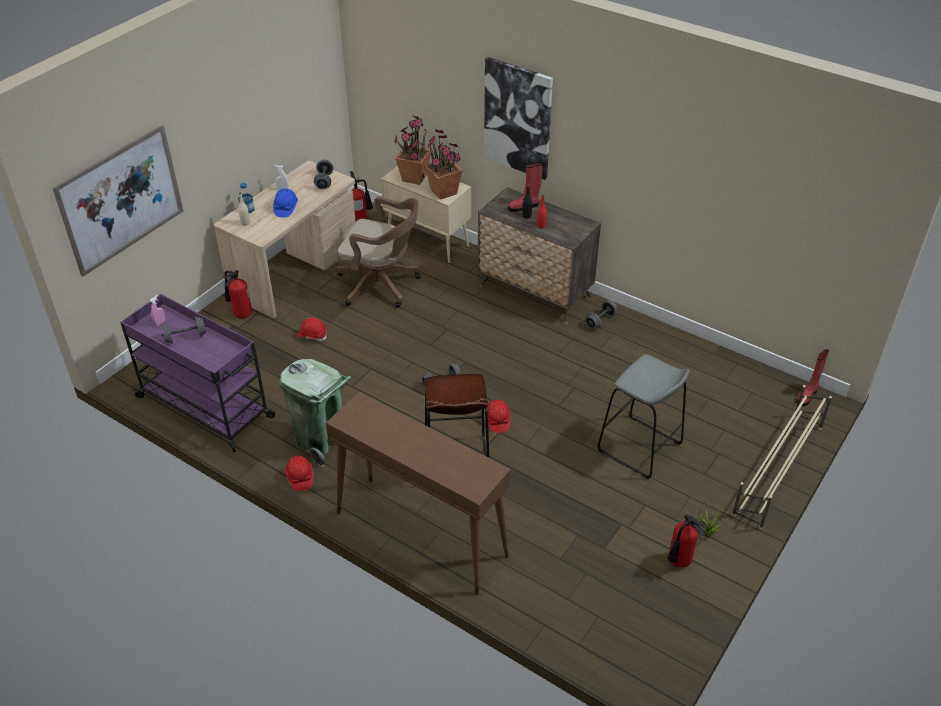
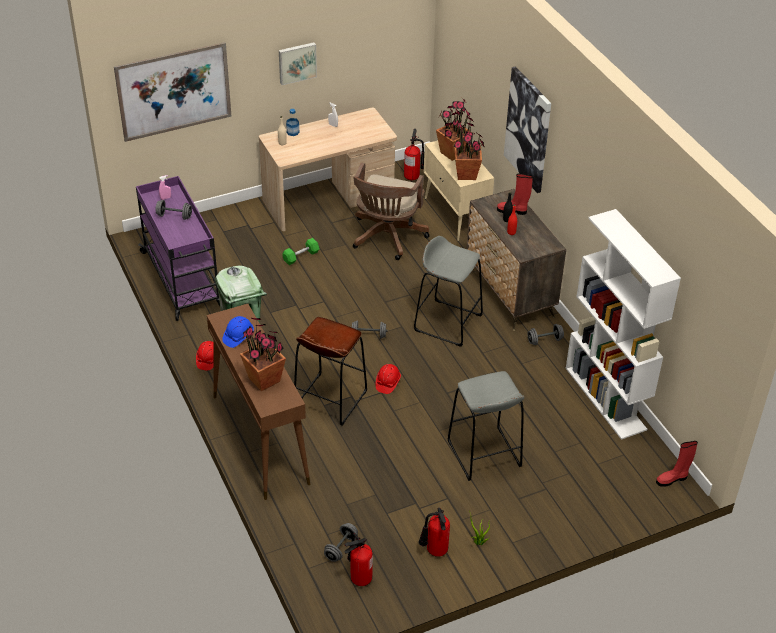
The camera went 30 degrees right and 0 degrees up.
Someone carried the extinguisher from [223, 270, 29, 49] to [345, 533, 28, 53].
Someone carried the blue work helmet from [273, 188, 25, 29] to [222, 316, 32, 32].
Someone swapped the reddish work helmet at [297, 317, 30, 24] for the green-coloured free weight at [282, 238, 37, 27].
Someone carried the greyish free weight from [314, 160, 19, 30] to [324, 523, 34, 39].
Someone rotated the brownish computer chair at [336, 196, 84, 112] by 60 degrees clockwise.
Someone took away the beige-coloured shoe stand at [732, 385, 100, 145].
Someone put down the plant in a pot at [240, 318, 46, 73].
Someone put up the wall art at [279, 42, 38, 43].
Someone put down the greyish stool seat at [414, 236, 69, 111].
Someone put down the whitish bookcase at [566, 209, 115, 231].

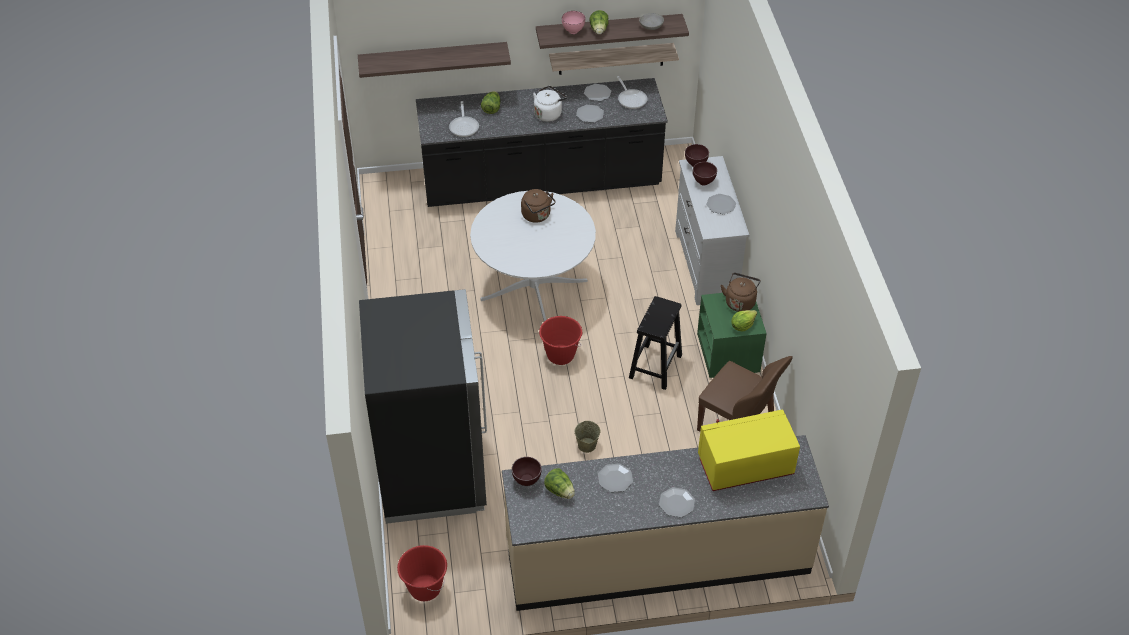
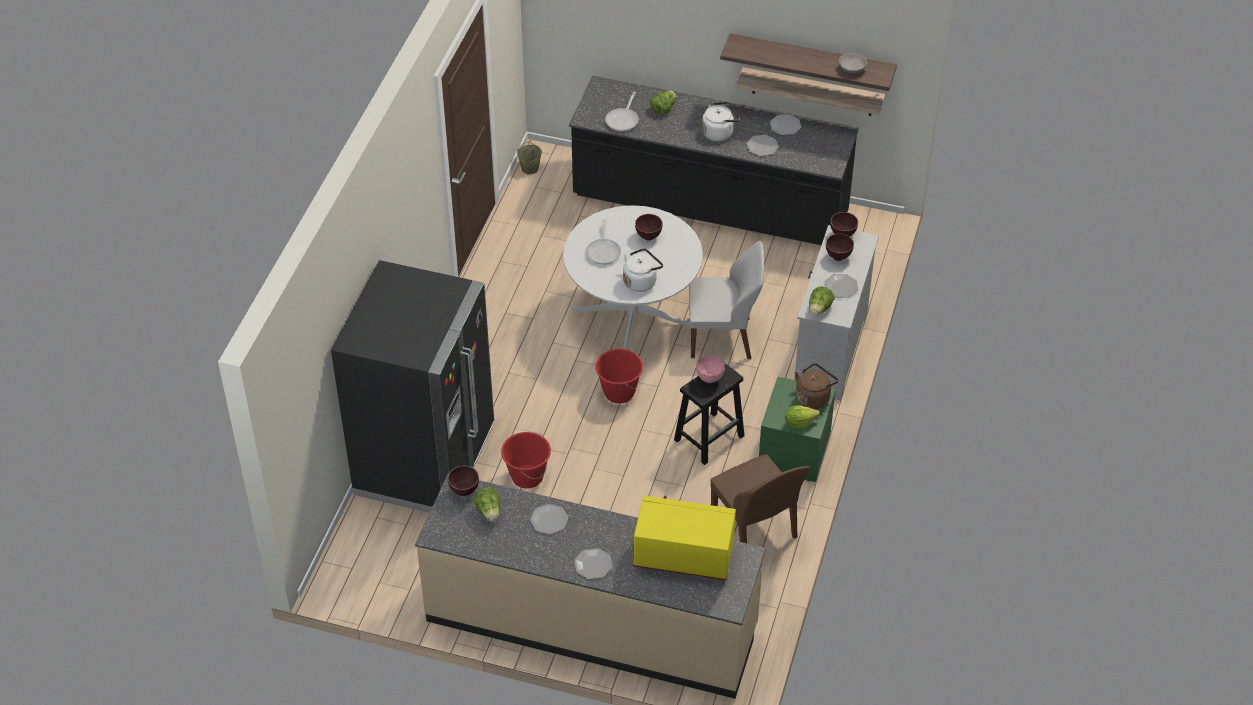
The camera went 25 degrees right and 0 degrees up.
Someone took away the shelf at [358, 42, 153, 36].
Someone carried the reddish water bucket from [397, 545, 50, 56] to [501, 432, 50, 57].
Someone swapped the brownish kettle at [521, 189, 35, 34] for the brownish serving bowl at [635, 214, 28, 27].
Someone carried the pink-coloured serving bowl from [562, 11, 23, 23] to [696, 355, 29, 28].
Someone carried the beige-coloured water bucket from [575, 421, 25, 32] to [517, 142, 25, 33].
Someone carried the lettuce from [589, 10, 19, 24] to [809, 286, 26, 30].
Someone carried the frying pan from [617, 76, 31, 33] to [586, 219, 35, 46].
Someone put down the whitish kettle at [623, 248, 40, 44].
Someone put down the whitish plain chair at [689, 241, 75, 118].

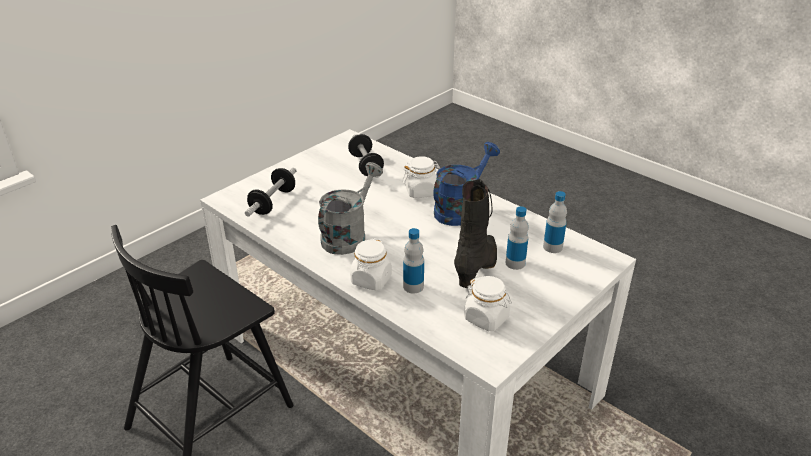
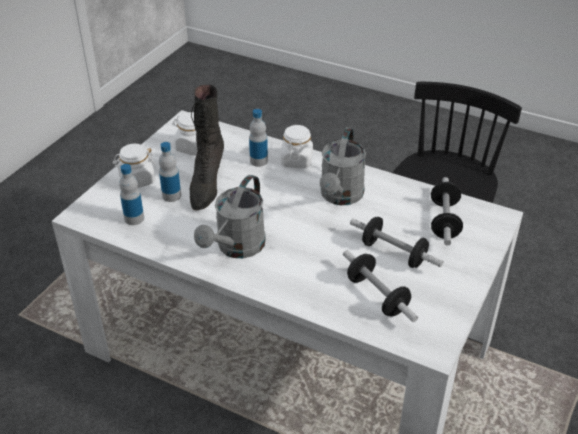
The camera went 165 degrees right and 5 degrees up.
Someone carried the whitish preserve jar from [402, 156, 38, 42] to [113, 144, 43, 44].
Someone repainted the blue watering can at [433, 142, 67, 84], which became the greyish watering can at [194, 175, 72, 83].
Someone put down the free weight at [350, 217, 94, 51].

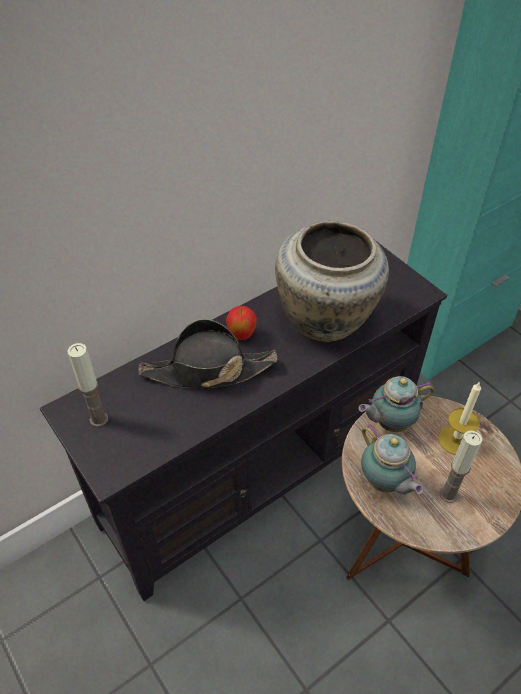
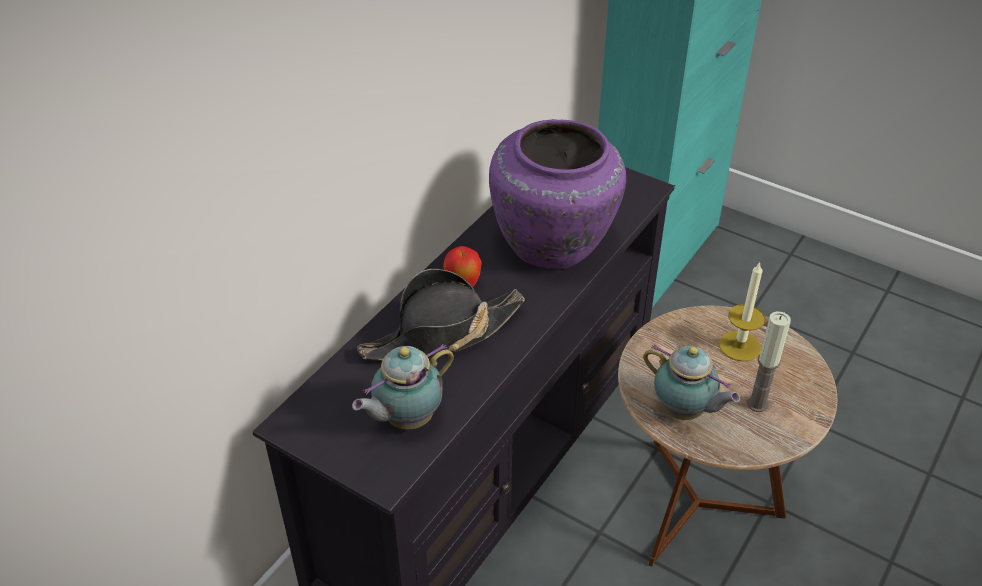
The camera went 20 degrees left and 5 degrees down.
Someone took away the candle at [67, 343, 41, 84].
Someone repainted the beige-coloured vase at [275, 221, 114, 121], which became the purple-coloured vase at [489, 119, 137, 150].
Someone carried the tea pot from [358, 376, 76, 56] to [352, 344, 102, 85].

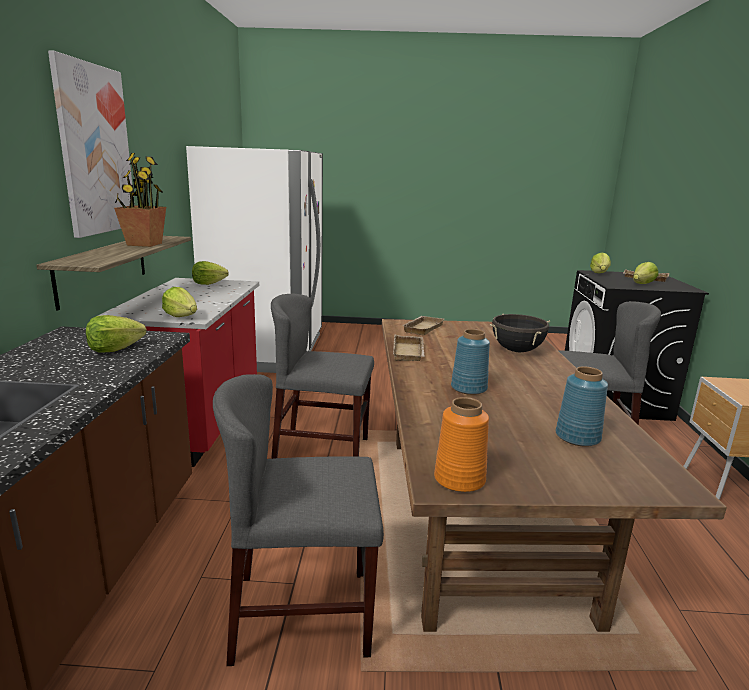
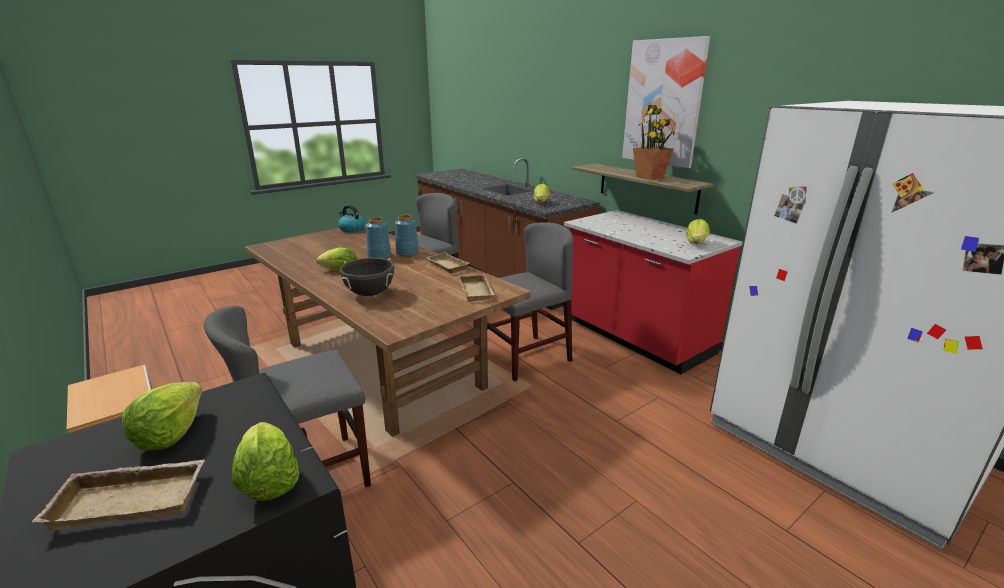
The camera went 140 degrees right and 5 degrees up.
Someone carried the lettuce from [162, 287, 35, 30] to [316, 247, 41, 24].
Someone swapped the orange vase at [434, 397, 55, 95] for the kettle at [338, 205, 27, 27].
Someone carried the blue vase from [556, 366, 52, 81] to [395, 215, 24, 42].

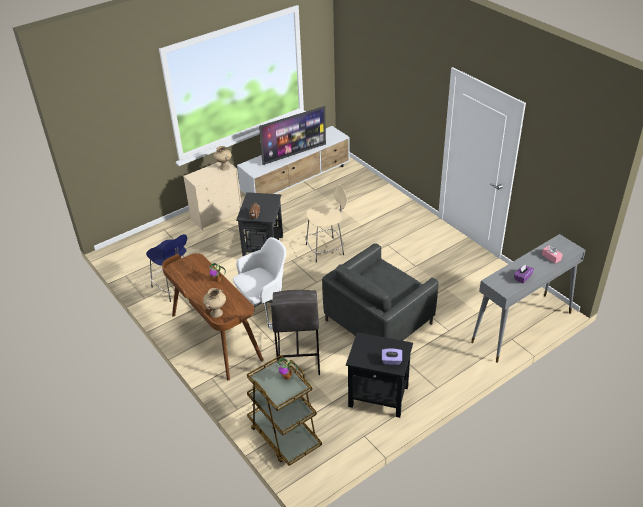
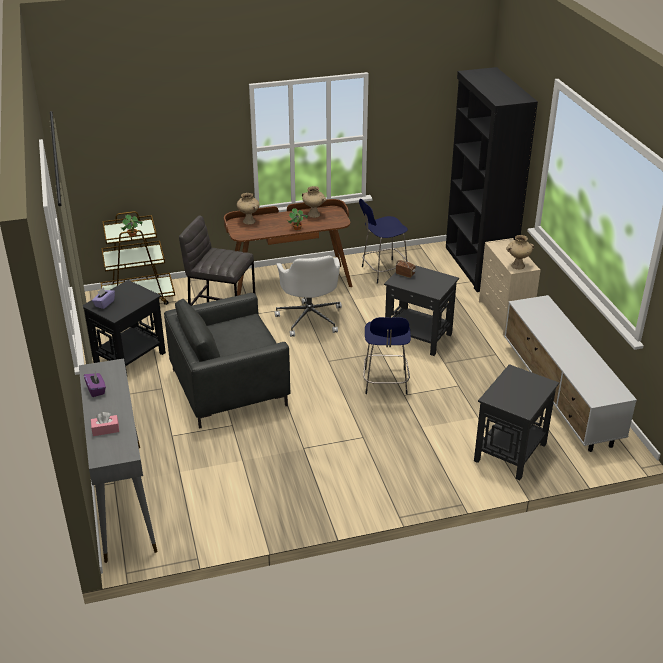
The camera went 110 degrees right and 5 degrees down.
Someone took away the TV at [259, 106, 67, 59].
Someone repainted the beige-coloured stool seat at [305, 184, 42, 79], which became the blue stool seat at [363, 317, 48, 78].
Someone rotated the greyish easy chair at [322, 243, 117, 98] by 90 degrees counterclockwise.
Someone put down the beige-coloured vase at [302, 186, 24, 32].
Someone put down the black bookcase at [446, 67, 92, 225].
Someone put down the black end table at [474, 364, 85, 116].

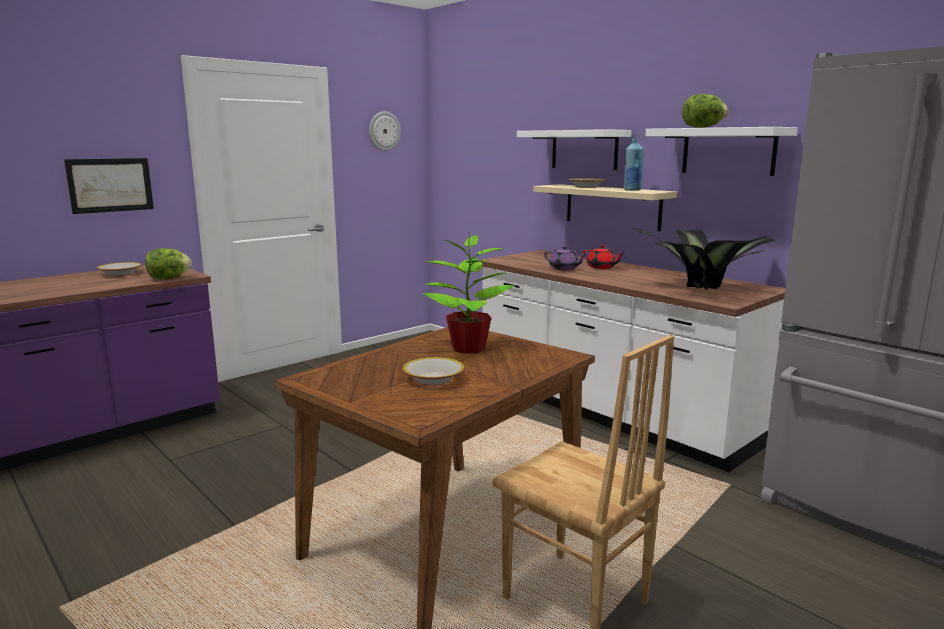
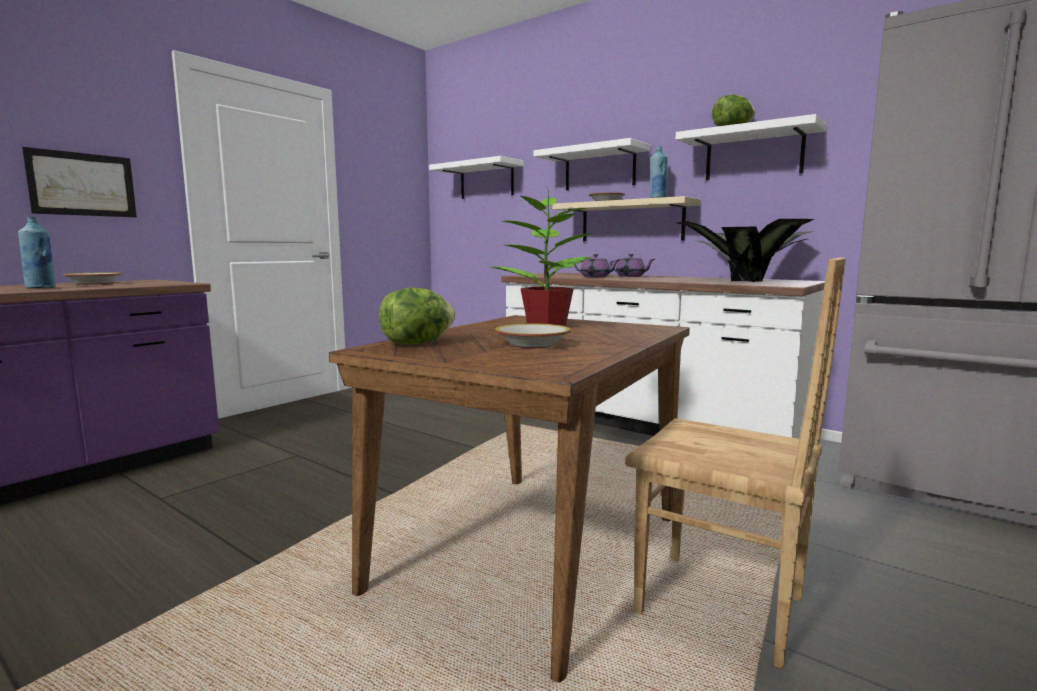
The camera went 10 degrees left and 5 degrees down.
Someone carried the lettuce from [145, 248, 47, 31] to [379, 287, 76, 58].
Someone took away the hanging clock at [369, 111, 32, 40].
Someone repainted the reddish tea pot at [583, 245, 42, 24], which became the purple-coloured tea pot at [610, 254, 45, 23].
Someone put down the blue beverage bottle at [18, 217, 38, 72].
Someone put up the whitish shelf at [429, 156, 95, 43].

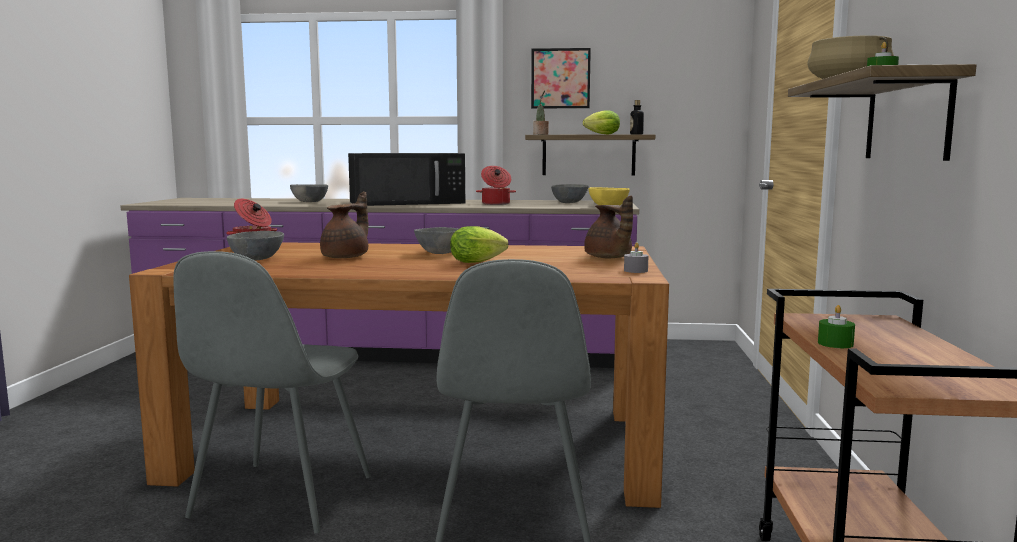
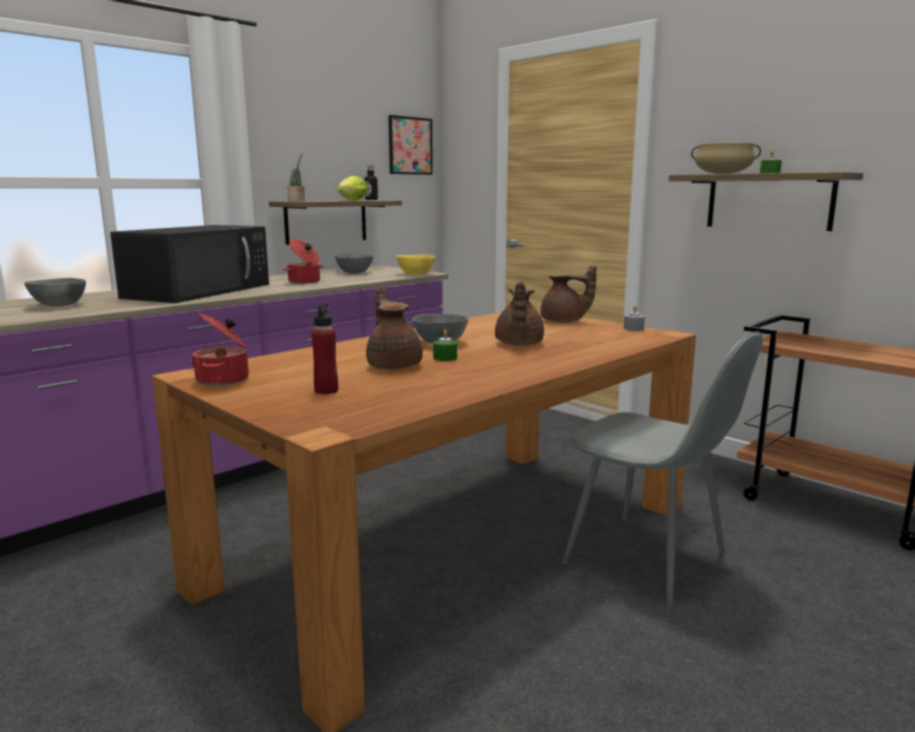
The camera went 50 degrees left and 5 degrees up.
Someone took away the greyish plain chair at [173, 251, 198, 283].
Someone swapped the greyish serving bowl at [227, 231, 57, 30] for the reddish beverage bottle at [311, 303, 27, 91].
Someone swapped the lettuce at [450, 226, 59, 37] for the brownish tea pot at [495, 282, 49, 63].
Someone carried the wall art from [531, 48, 60, 61] to [388, 115, 45, 60].
Someone carried the green-coloured candle from [818, 305, 37, 43] to [433, 330, 24, 31].

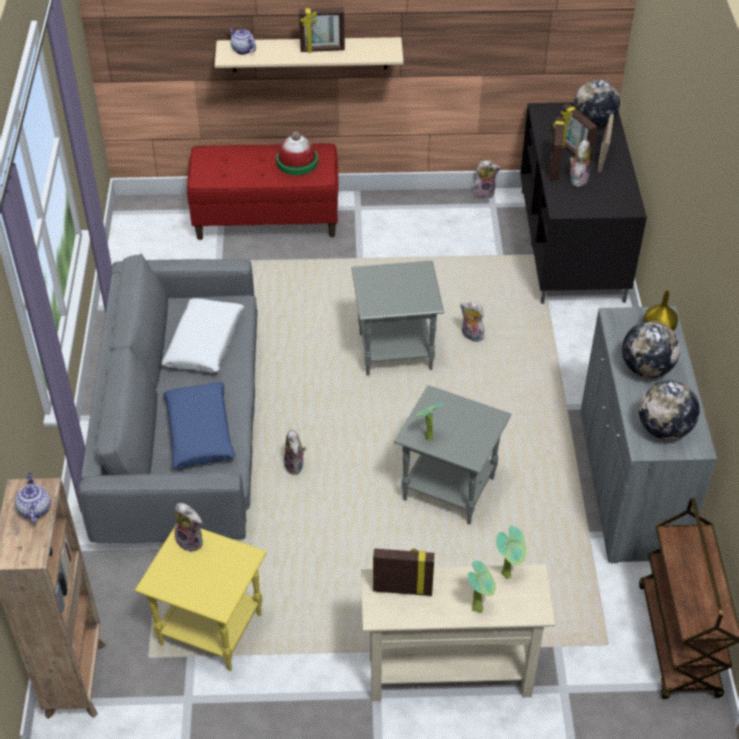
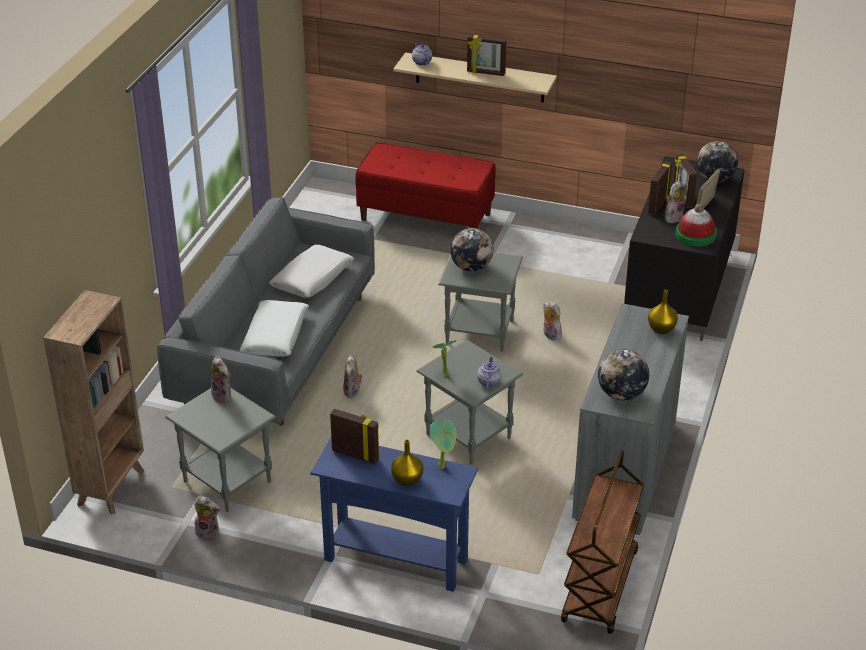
The camera went 20 degrees right and 10 degrees down.
Someone carried the tea pot from [15, 473, 36, 51] to [477, 357, 24, 31].
Someone repainted the yellow end table at [135, 525, 132, 146], which became the greyish end table at [165, 388, 111, 124].
Someone repainted the blue throw pillow at [163, 382, 72, 86], which became the whitish throw pillow at [239, 300, 70, 56].
Someone carried the clothing hat from [276, 131, 42, 44] to [676, 204, 41, 42].
Someone repainted the beige-coloured hall table at [361, 564, 194, 138], which became the blue hall table at [310, 438, 168, 154].
Someone swapped the plant in a pot at [468, 561, 28, 52] for the yellow vase at [391, 440, 32, 46].
Someone carried the soft toy from [473, 160, 28, 39] to [194, 496, 26, 44].
Someone carried the desk globe from [622, 321, 58, 57] to [450, 228, 43, 44].

